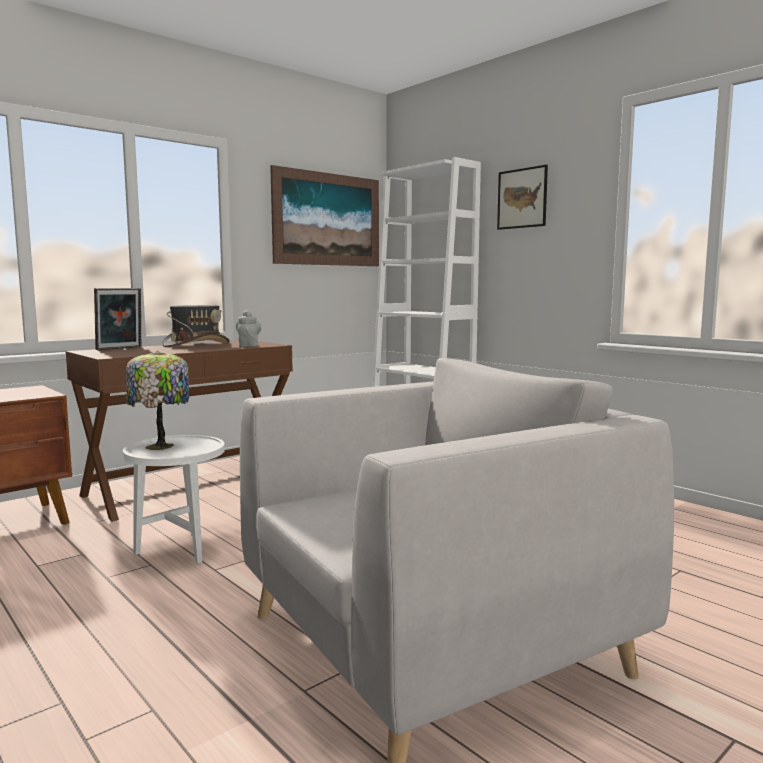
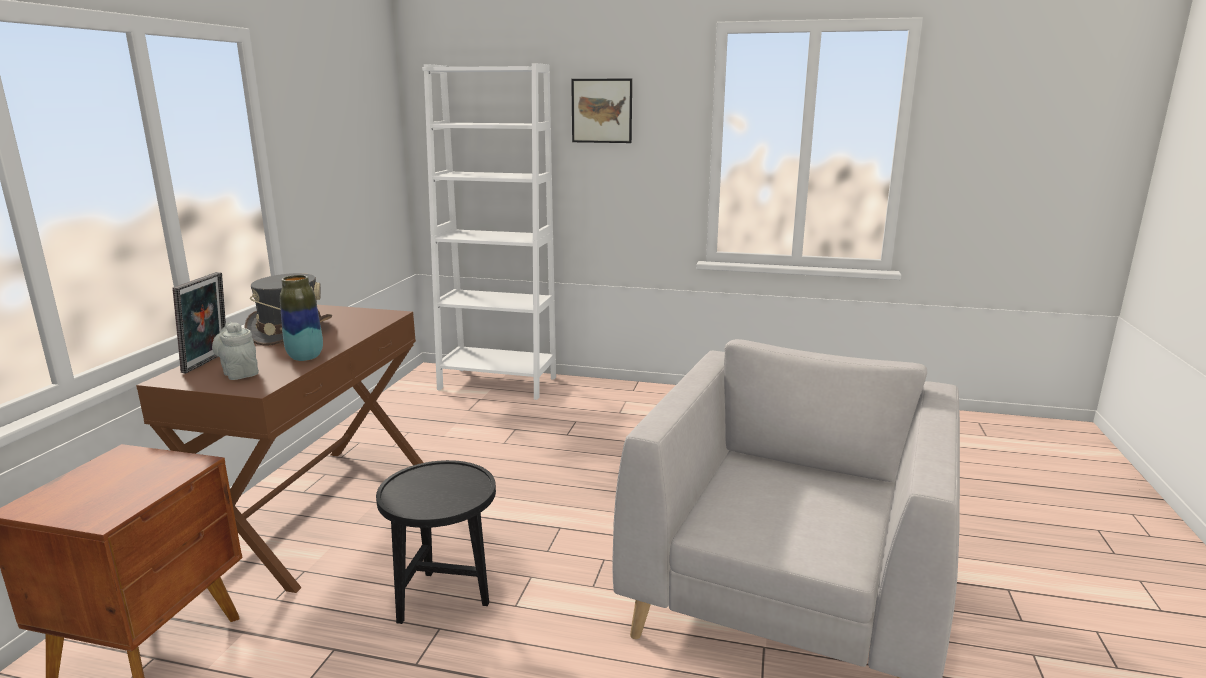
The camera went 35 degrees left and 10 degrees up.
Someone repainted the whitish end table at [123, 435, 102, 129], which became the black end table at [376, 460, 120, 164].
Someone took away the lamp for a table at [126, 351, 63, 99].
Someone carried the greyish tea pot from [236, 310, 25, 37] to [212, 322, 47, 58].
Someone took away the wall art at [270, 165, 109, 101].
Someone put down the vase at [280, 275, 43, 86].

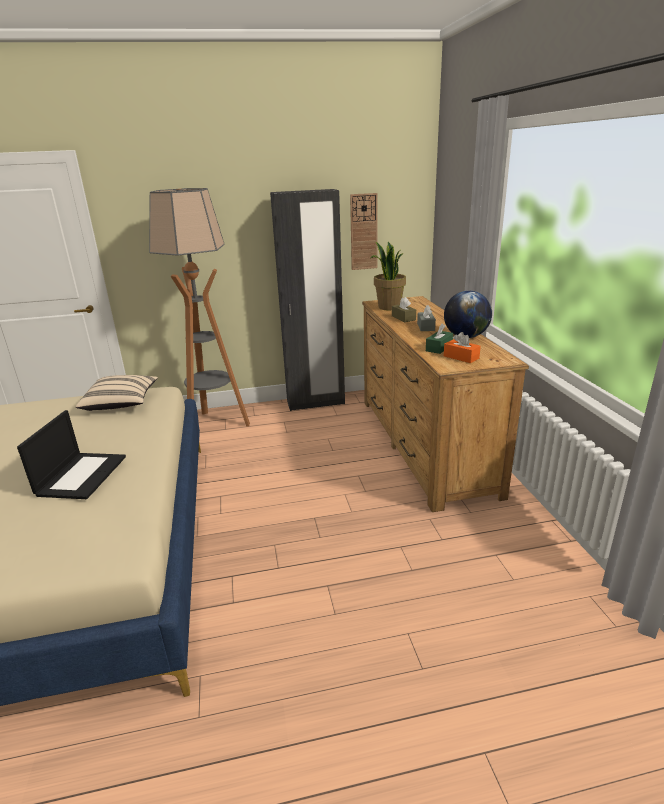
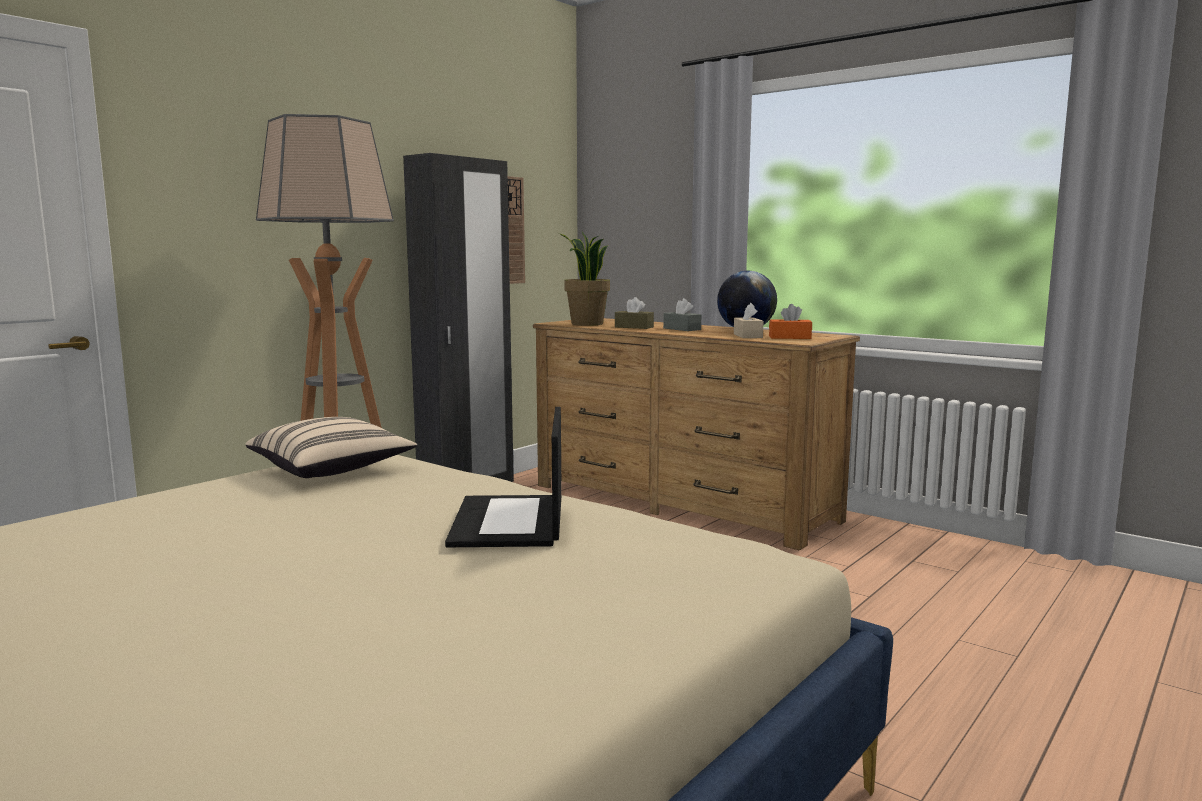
The camera went 40 degrees left and 15 degrees down.
Someone rotated the portable computer at [17, 410, 109, 89] by 150 degrees counterclockwise.
Someone repainted the green-coloured tissue holder at [426, 324, 27, 30], which became the beige-coloured tissue holder at [734, 303, 29, 35].

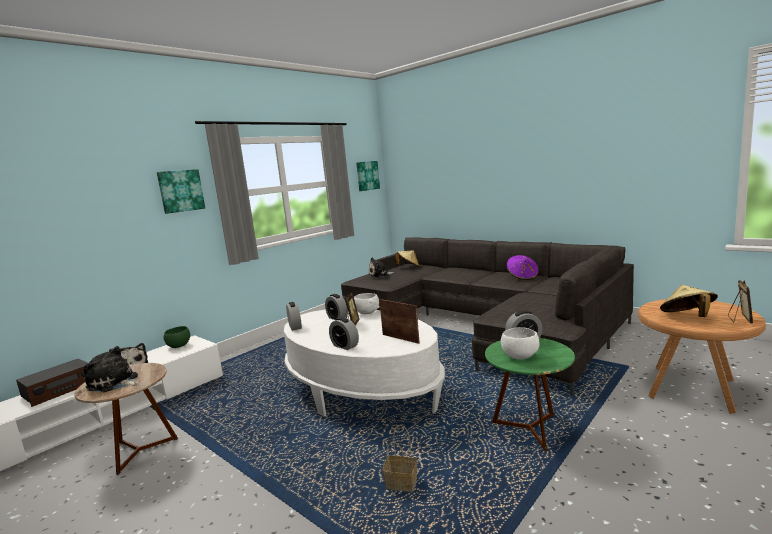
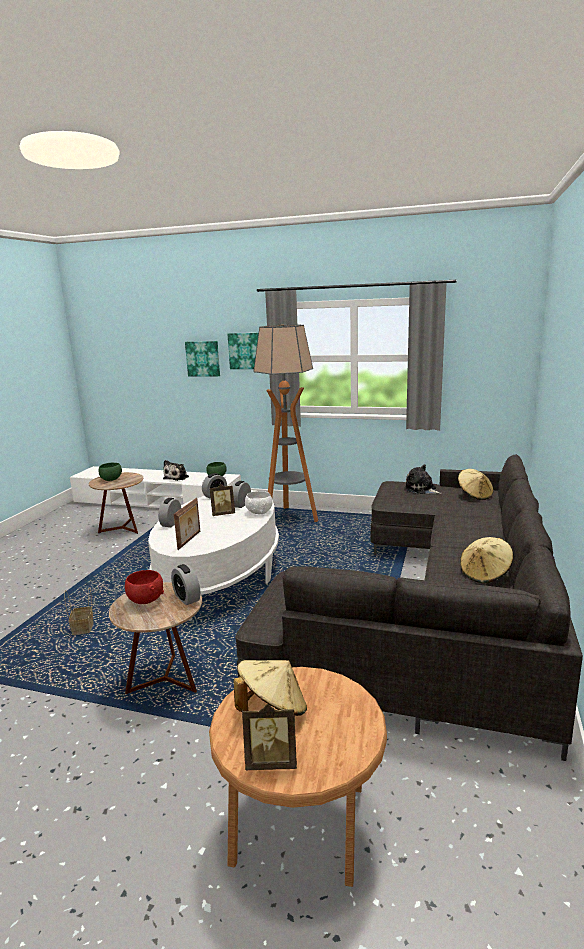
The camera went 65 degrees right and 5 degrees up.
Someone took away the radio at [16, 358, 72, 49].
Someone swapped the soft toy at [84, 346, 55, 46] for the green-coloured serving bowl at [99, 463, 23, 18].
Someone carried the wall art from [356, 161, 24, 30] to [185, 341, 35, 35].
Someone repainted the green-coloured end table at [485, 338, 90, 114], which became the brownish end table at [109, 582, 93, 112].
Someone repainted the whitish serving bowl at [501, 327, 39, 32], which became the reddish serving bowl at [125, 570, 39, 34].
Someone repainted the purple-coloured clothing hat at [507, 255, 32, 25], which became the beige-coloured clothing hat at [460, 537, 53, 46].
Someone put down the floor lamp at [254, 325, 64, 197].

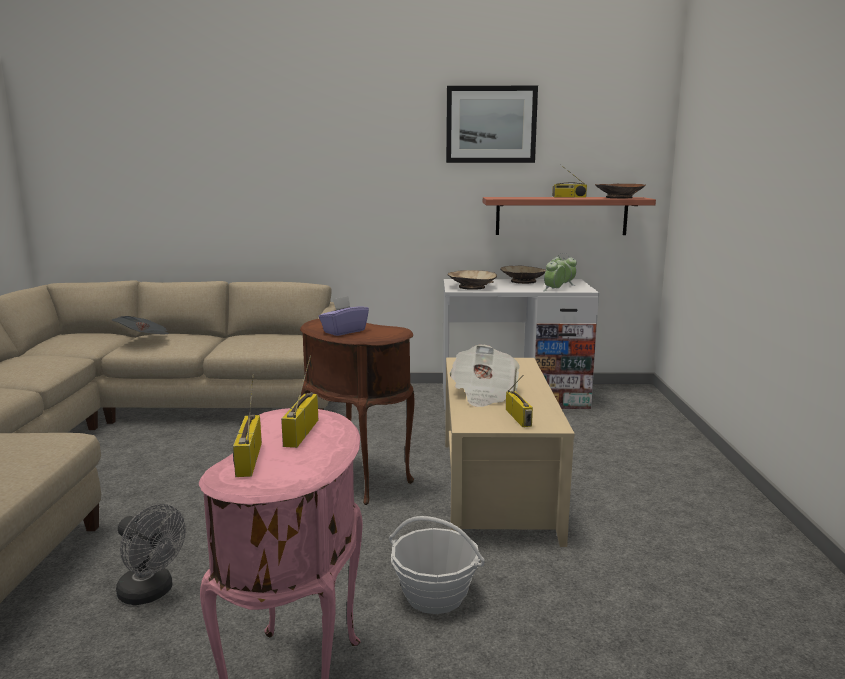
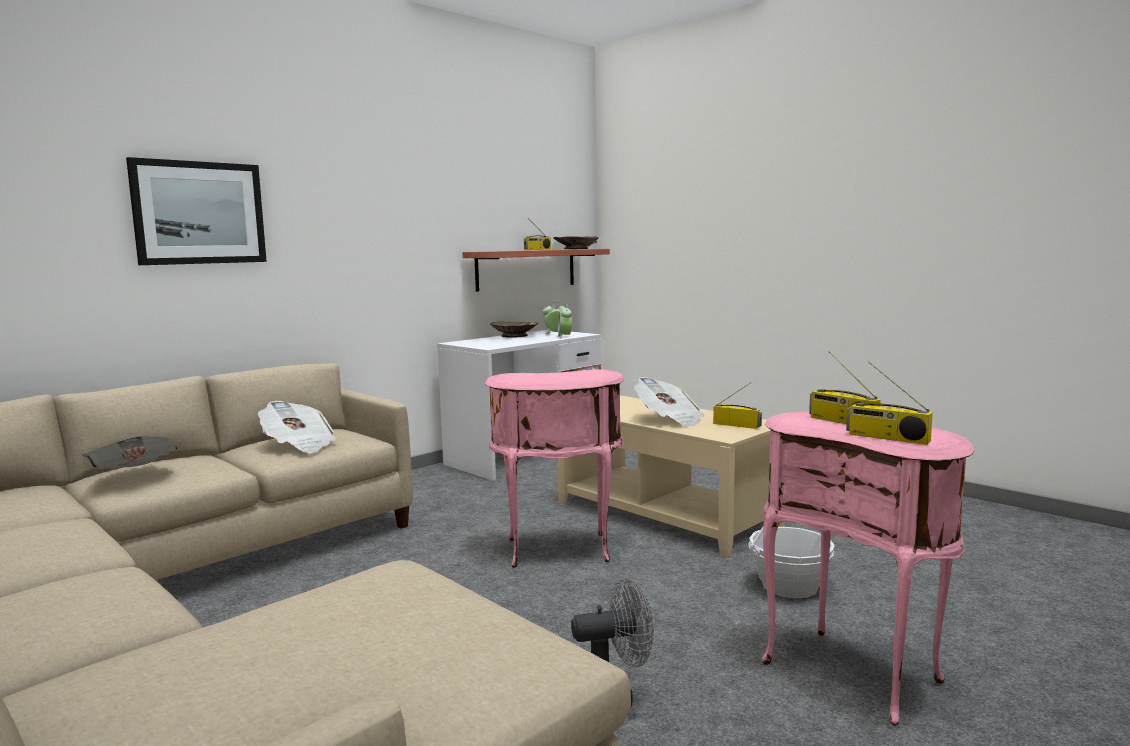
The camera went 45 degrees left and 5 degrees down.
Someone repainted the brownish end table at [300, 319, 115, 186], which became the pink-coloured end table at [485, 370, 140, 198].
Someone took away the purple-coloured tissue holder at [319, 296, 50, 40].
Someone carried the wall art from [446, 86, 92, 77] to [126, 157, 141, 108].
Someone took away the beige-coloured serving bowl at [447, 270, 50, 20].
Someone put down the newspaper at [258, 401, 79, 52].

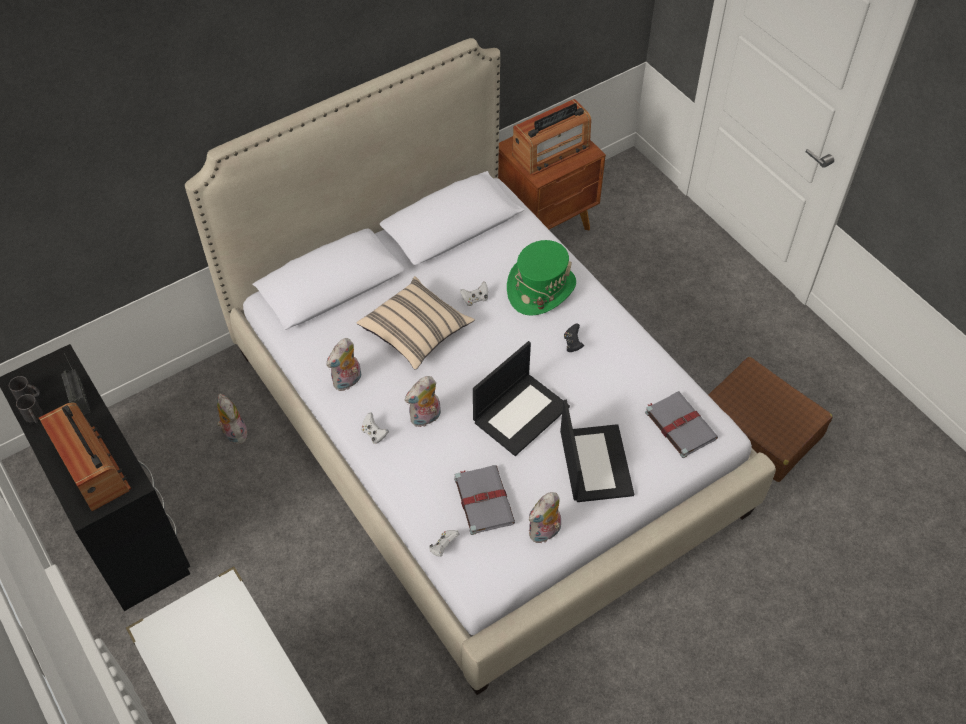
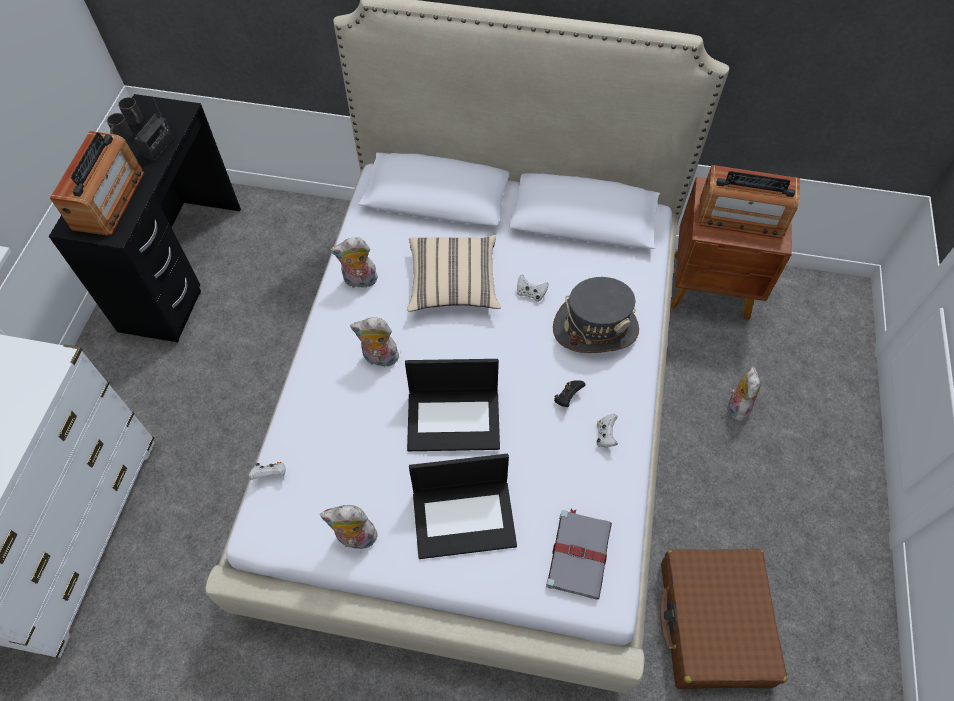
The camera went 45 degrees right and 5 degrees up.
Someone carried the soft toy from [217, 394, 30, 50] to [728, 366, 32, 56].
Someone carried the whitish joypad from [361, 413, 28, 31] to [597, 414, 21, 33].
Someone took away the greyish book at [454, 465, 61, 70].
Someone repainted the green-coloured clothing hat at [507, 240, 69, 76], which became the greyish clothing hat at [553, 277, 86, 76].
Someone rotated the portable computer at [560, 400, 74, 102] by 45 degrees clockwise.

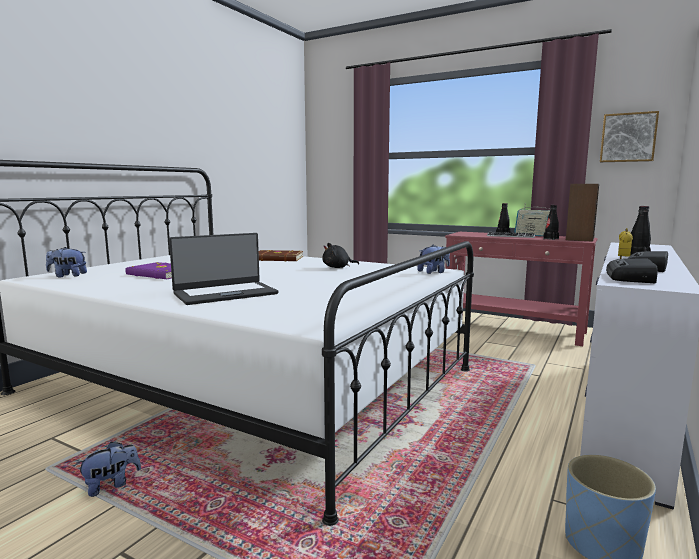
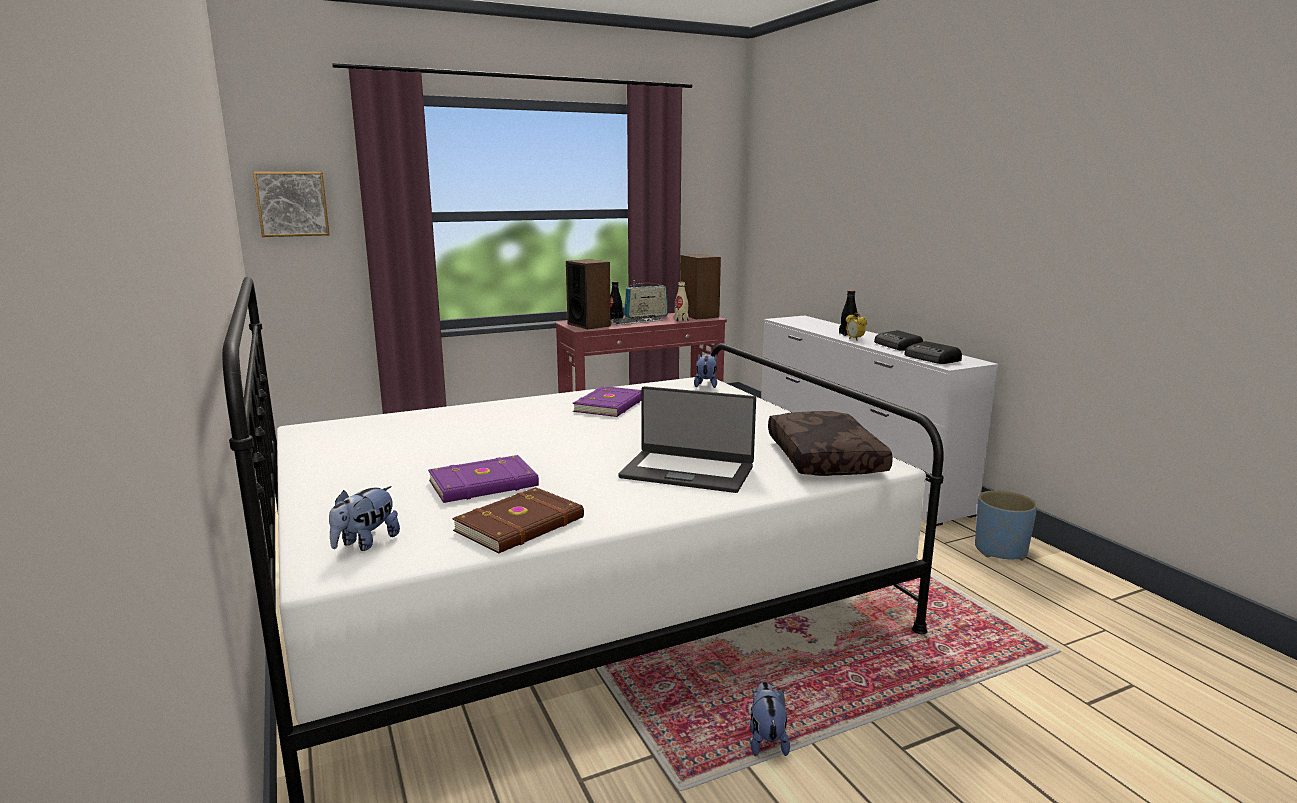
The camera went 55 degrees left and 5 degrees up.
Someone rotated the portable computer at [169, 233, 109, 72] by 105 degrees clockwise.
Someone carried the brownish book from [259, 250, 44, 11] to [452, 487, 132, 66].
Someone swapped the black soft toy at [322, 243, 37, 25] for the purple-coloured book at [573, 386, 68, 31].
Someone repainted the black beverage bottle at [543, 205, 16, 35], which became the beige-coloured beverage bottle at [674, 282, 15, 39].
Someone carried the wall art from [600, 111, 59, 51] to [253, 172, 76, 65].
Someone put down the audio speaker at [566, 259, 45, 70].
Someone put down the brownish throw pillow at [768, 411, 125, 65].

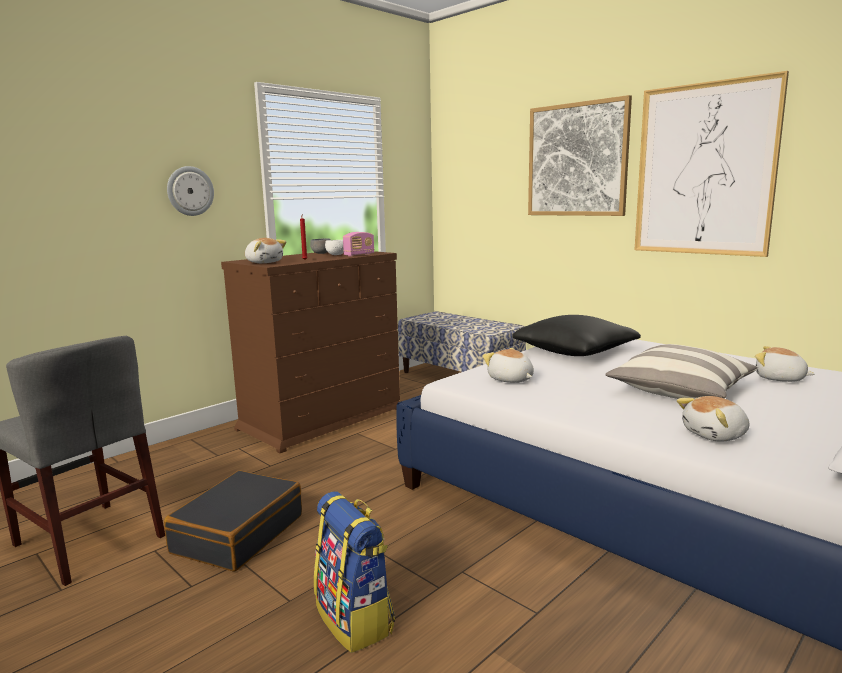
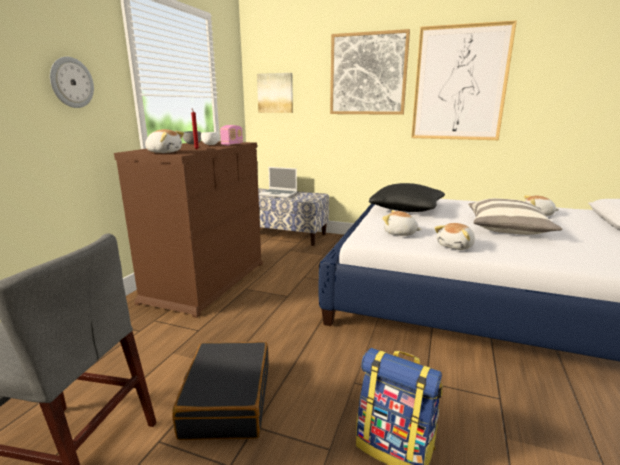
The camera went 25 degrees left and 5 degrees up.
Someone carried the soft toy from [677, 396, 72, 46] to [435, 223, 40, 27].
Someone put up the wall art at [257, 73, 36, 40].
Someone put down the portable computer at [259, 167, 38, 31].

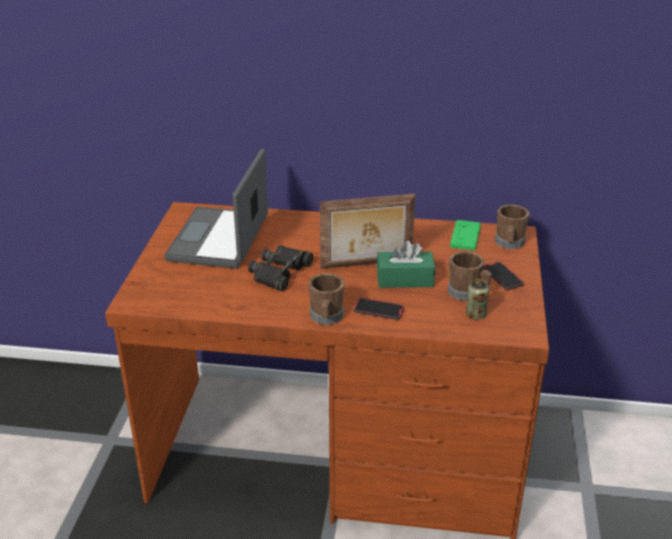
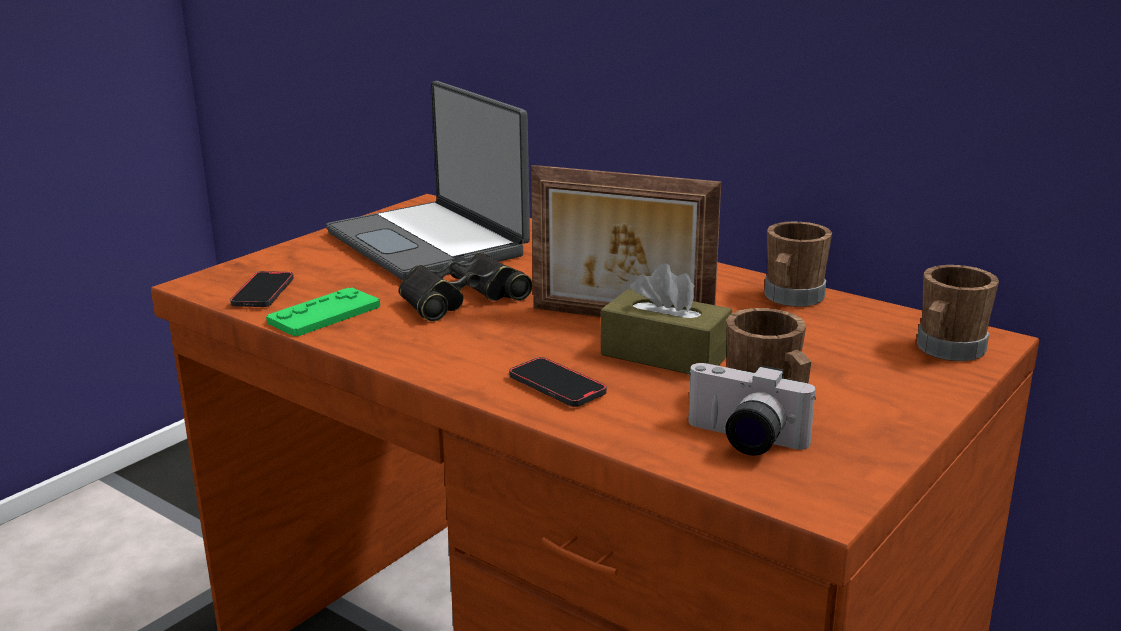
The camera went 30 degrees right and 10 degrees down.
Someone rotated the portable computer at [164, 149, 104, 120] by 75 degrees counterclockwise.
Someone carried the brownish coffee mug from [308, 273, 37, 52] to [764, 221, 68, 86].
Someone repainted the green-coloured tissue holder at [377, 240, 58, 48], which became the brownish tissue holder at [601, 263, 131, 111].
Someone carried the green-coloured joypad from [450, 220, 31, 30] to [266, 288, 114, 48].
Someone swapped the sealed can at [466, 279, 23, 41] for the still camera at [687, 363, 129, 93].
Someone carried the phone from [483, 262, 41, 28] to [230, 271, 64, 36].

